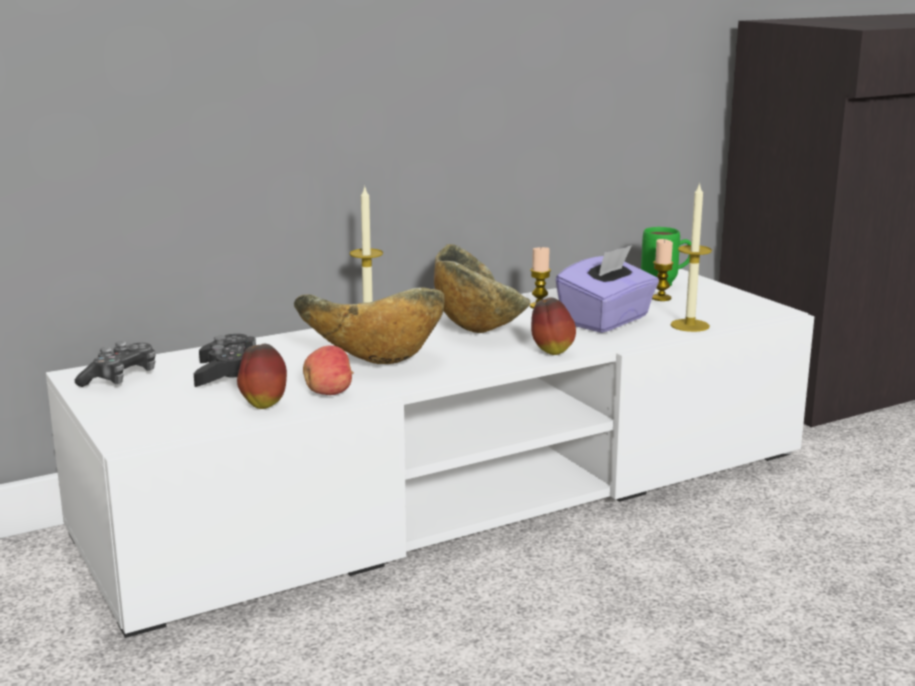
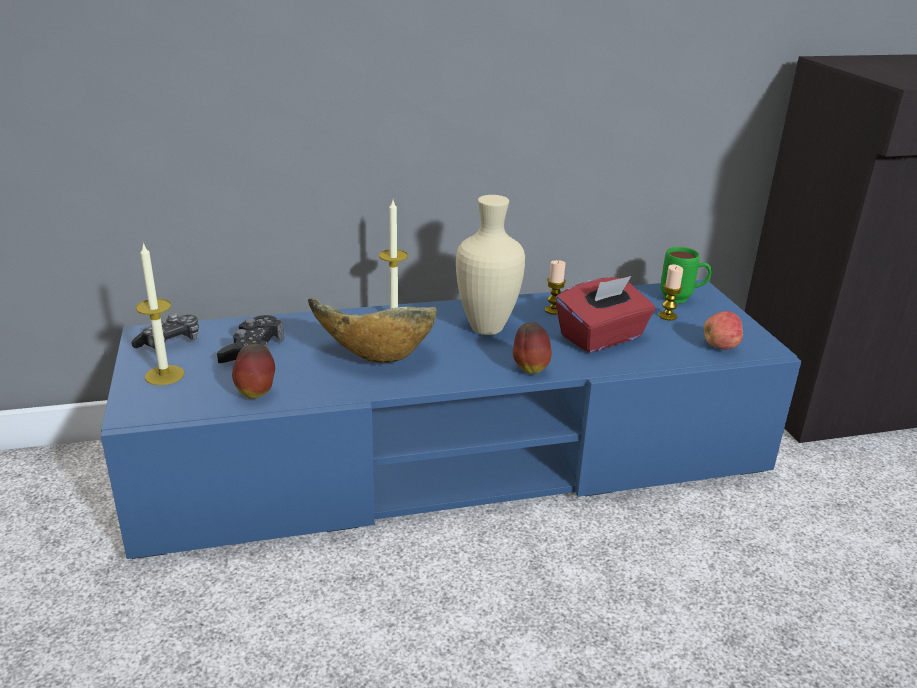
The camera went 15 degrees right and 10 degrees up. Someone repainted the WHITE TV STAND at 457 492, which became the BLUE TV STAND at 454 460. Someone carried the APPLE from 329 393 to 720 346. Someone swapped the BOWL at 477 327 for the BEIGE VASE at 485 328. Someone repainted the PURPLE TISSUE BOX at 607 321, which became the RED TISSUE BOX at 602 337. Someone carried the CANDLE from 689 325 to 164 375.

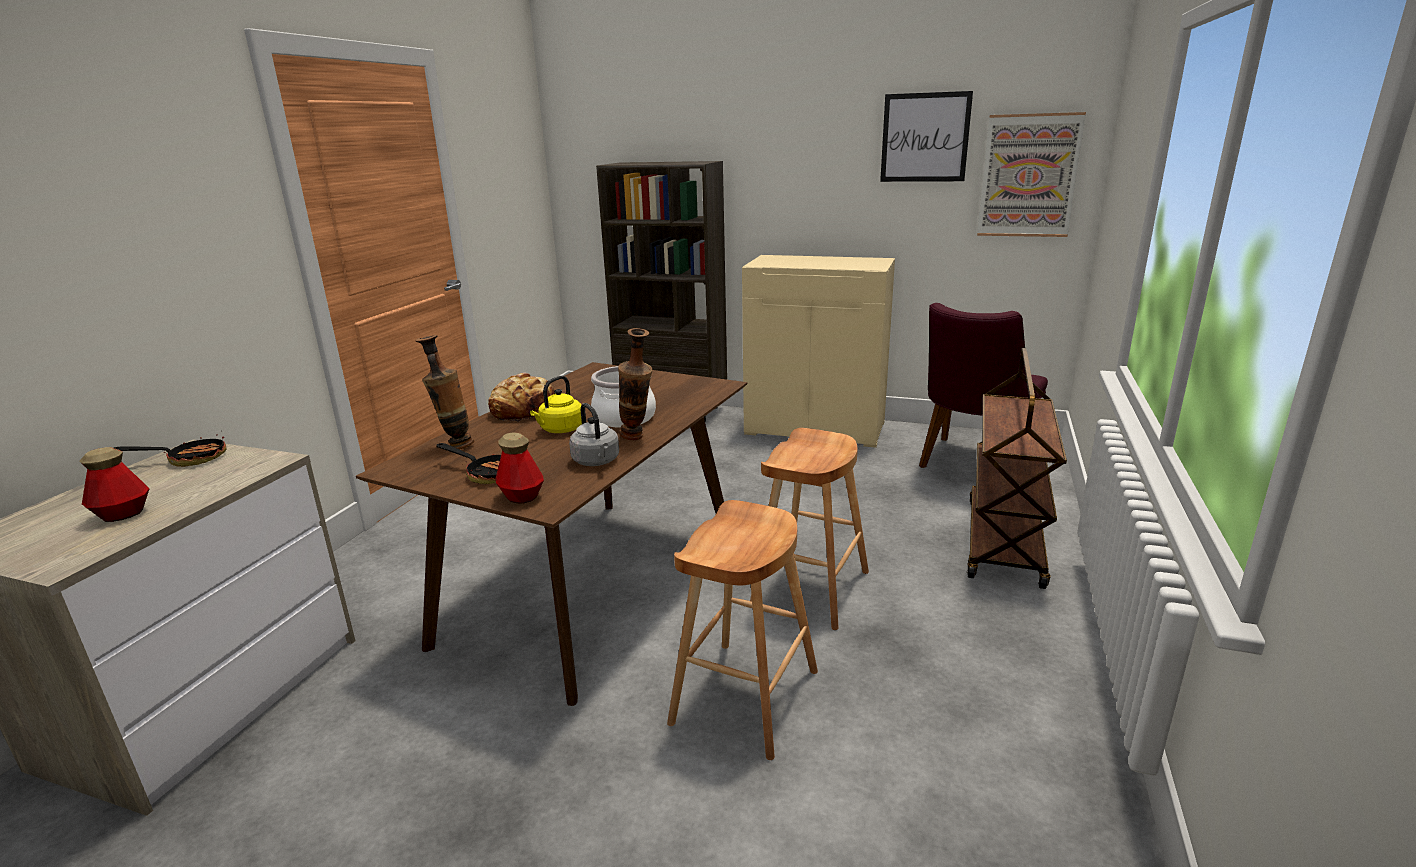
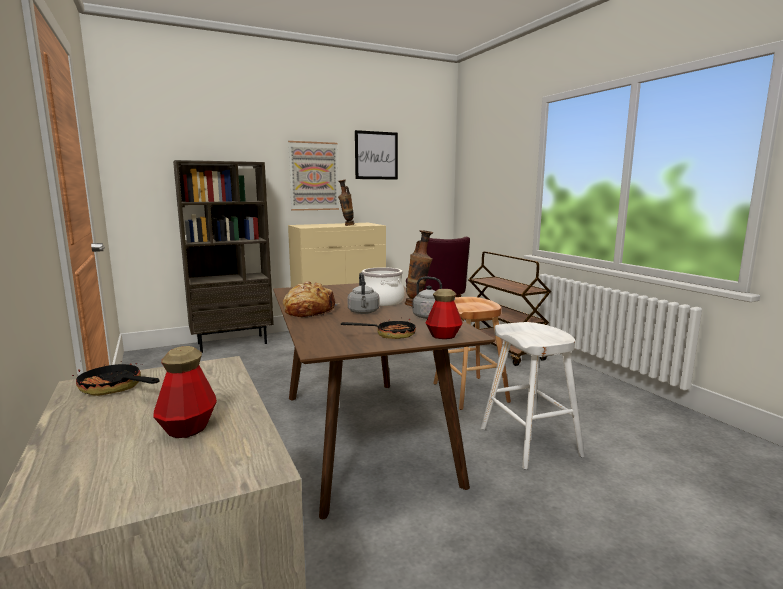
The camera went 45 degrees left and 10 degrees down. Someone rotated the FRYING PAN at 189 459 by 90 degrees counterclockwise. Someone carried the VASE from 454 446 to 346 225. Someone repainted the YELLOW KETTLE at 560 430, which became the GREY KETTLE at 363 312. Someone repainted the BROWN STOOL at 745 696, which became the WHITE STOOL at 529 441. Someone carried the PICTURE from 1028 176 to 314 176.

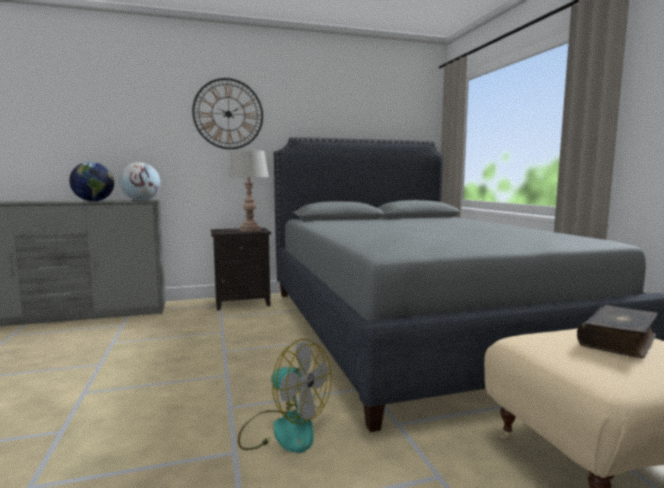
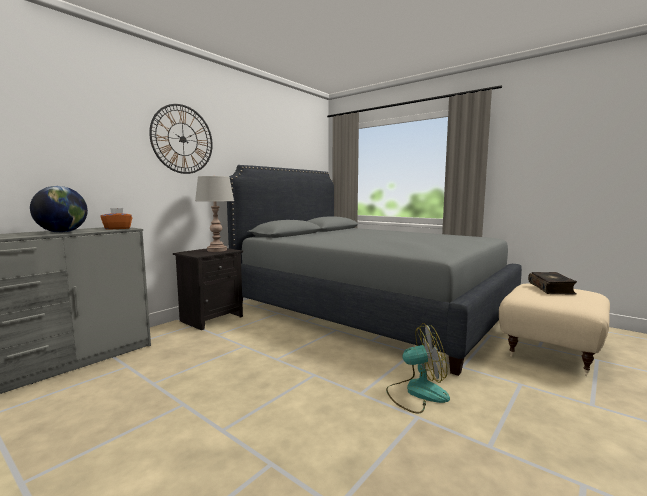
The camera went 35 degrees left and 0 degrees up. Someone swapped the GLOBE at 141 200 for the ORANGE TISSUE BOX at 118 228.

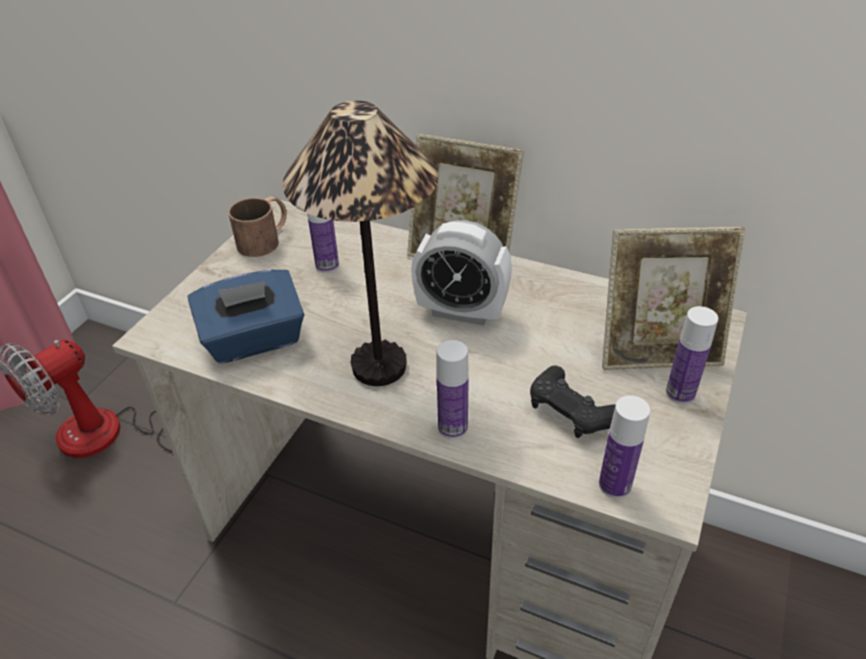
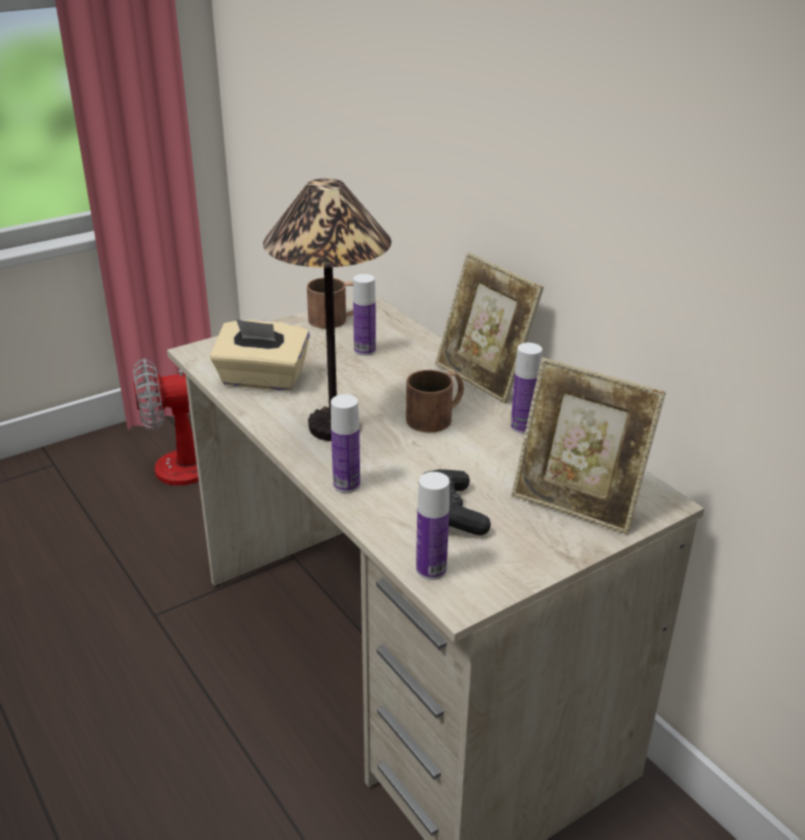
The camera went 30 degrees right and 10 degrees down. Someone repainted the BLUE TISSUE BOX at 254 340, which became the BEIGE TISSUE BOX at 262 379. Someone swapped the ALARM CLOCK at 461 312 for the BROWN MUG at 437 416. Someone carried the BOTTLE from 680 393 to 522 427.

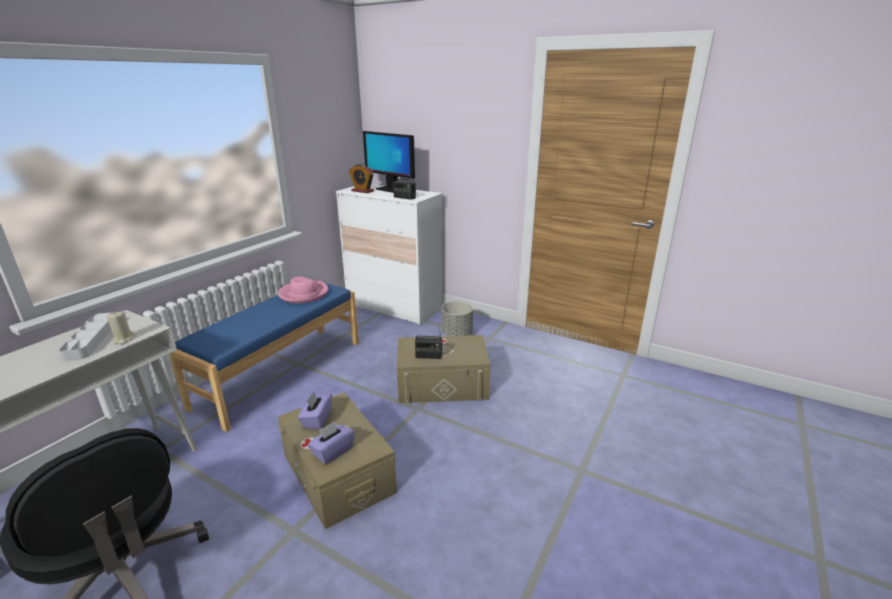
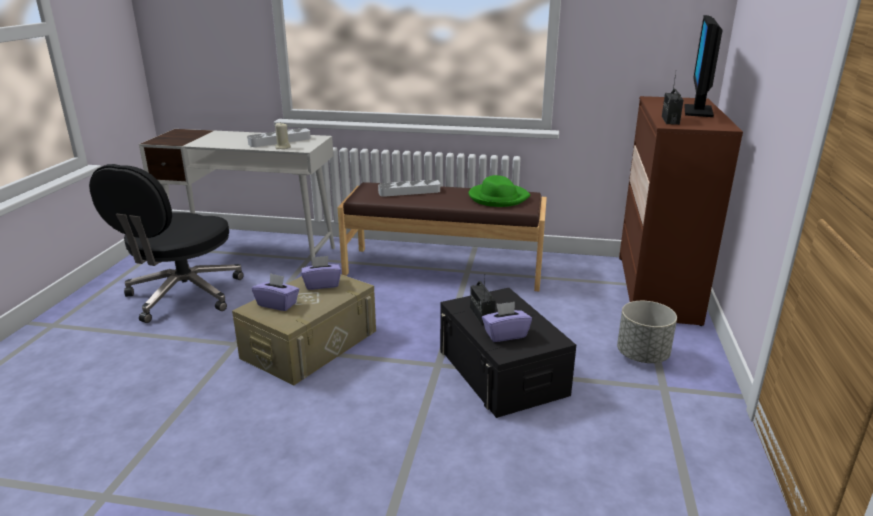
The camera went 70 degrees right and 0 degrees up. Someone repainted the BLUE BENCH at 280 373, which became the BROWN BENCH at 444 268. Someone repainted the PINK HAT at 303 294, which became the GREEN HAT at 498 197. Someone repainted the WHITE DRESSER at 394 307, which became the BROWN DRESSER at 656 289. Someone took away the ALARM CLOCK at 362 191. Someone repainted the BEIGE STORAGE BOX at 442 384, which became the BLACK STORAGE BOX at 502 371. Someone put down the GREY TRAY at 409 191. Someone put down the PURPLE TISSUE BOX at 505 334.

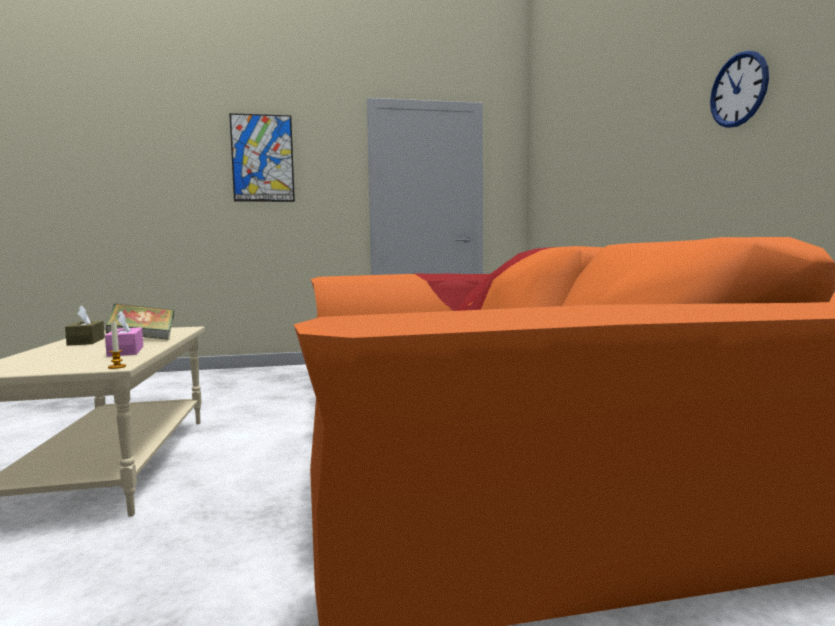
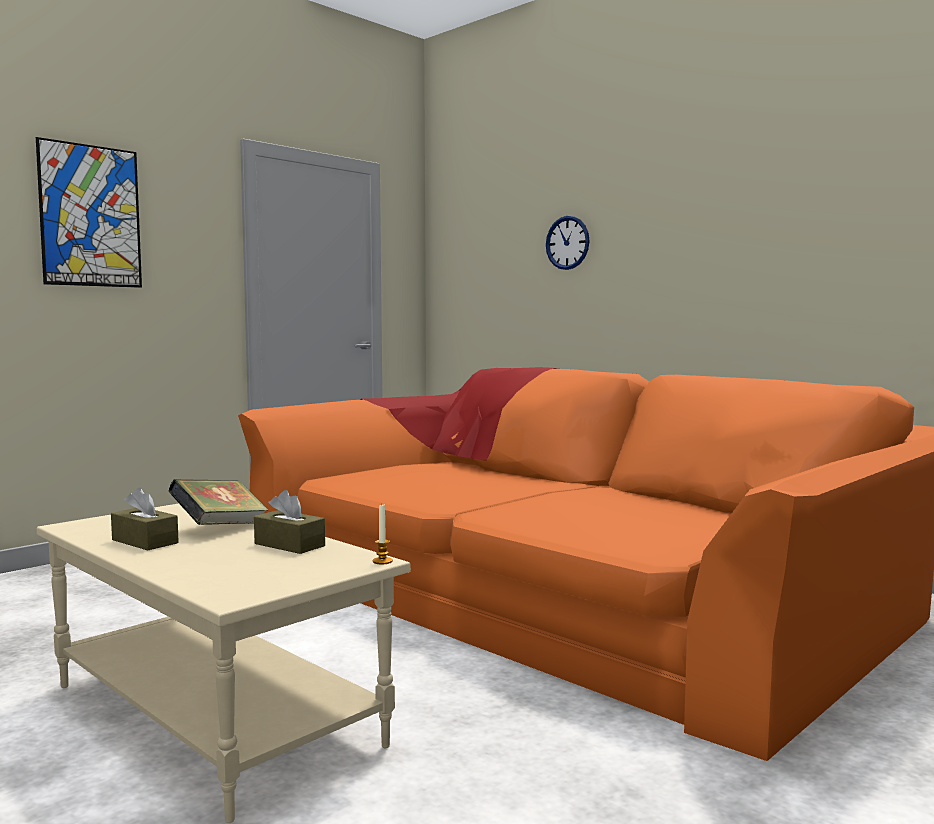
The camera went 35 degrees left and 0 degrees up. Someone repainted the PINK TISSUE BOX at 126 351, which became the BROWN TISSUE BOX at 289 545. Someone carried the WALL CLOCK from 738 90 to 567 243.

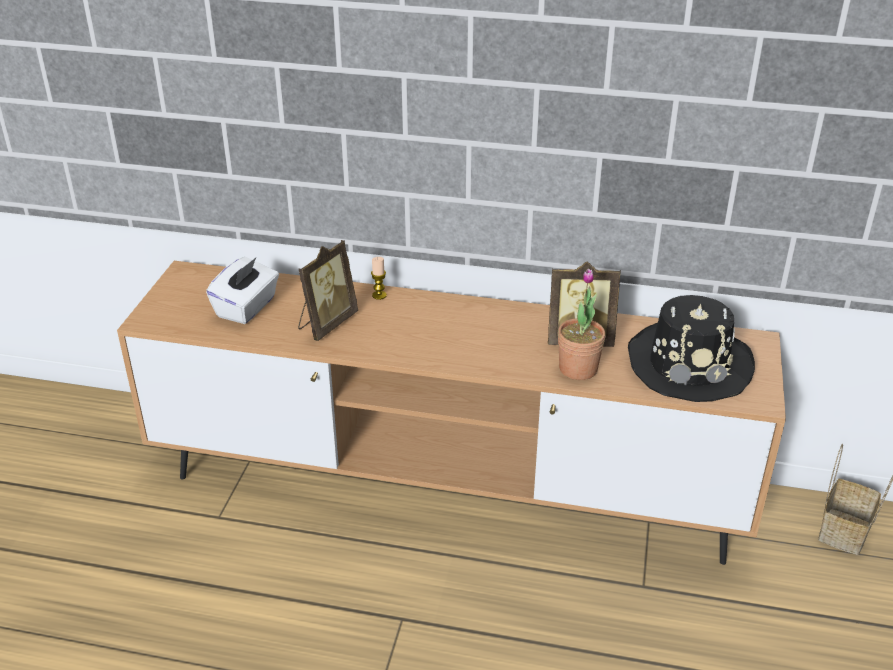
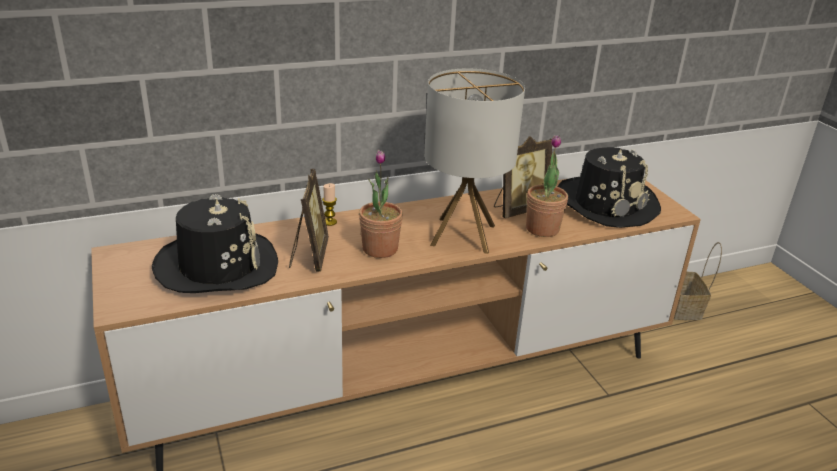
The camera went 35 degrees left and 5 degrees down. Someone swapped the WHITE TISSUE BOX at 247 307 for the BLACK HAT at 217 265. Someone put down the POTTED PLANT at 380 249. Someone put down the TABLE LAMP at 462 235.

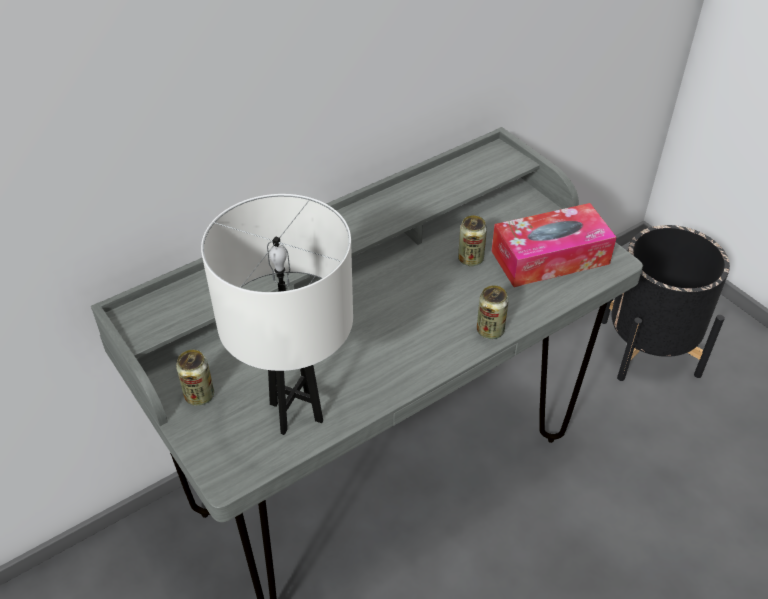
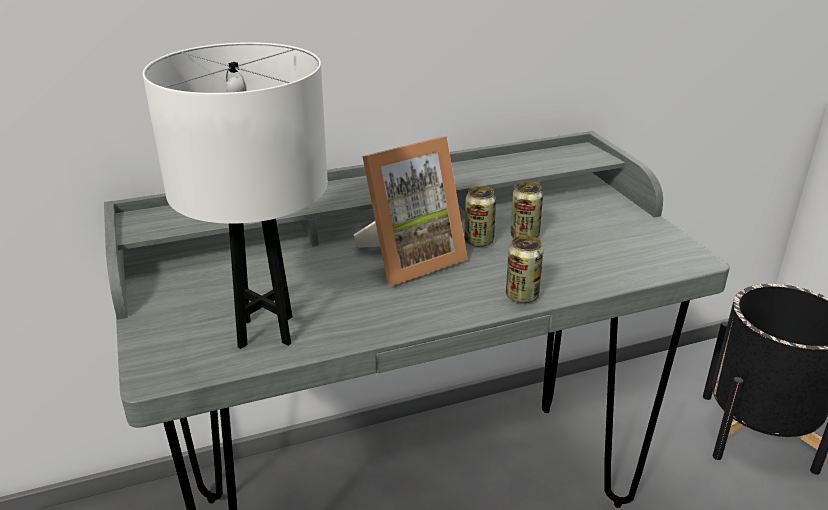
The camera went 15 degrees right and 15 degrees down. Someone carried the CAN from 199 395 to 478 241. Someone took away the TISSUE BOX at 550 257. Someone put down the PICTURE FRAME at 409 258.

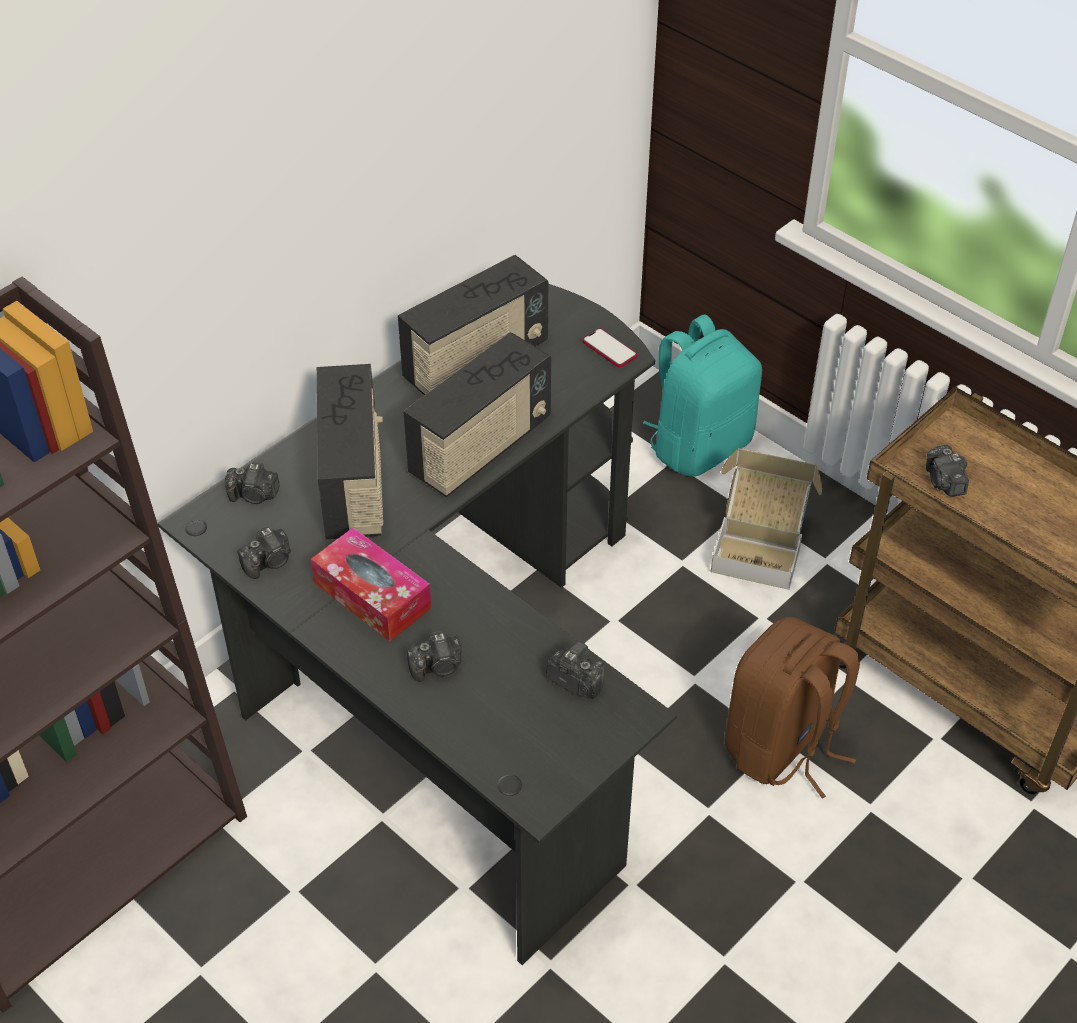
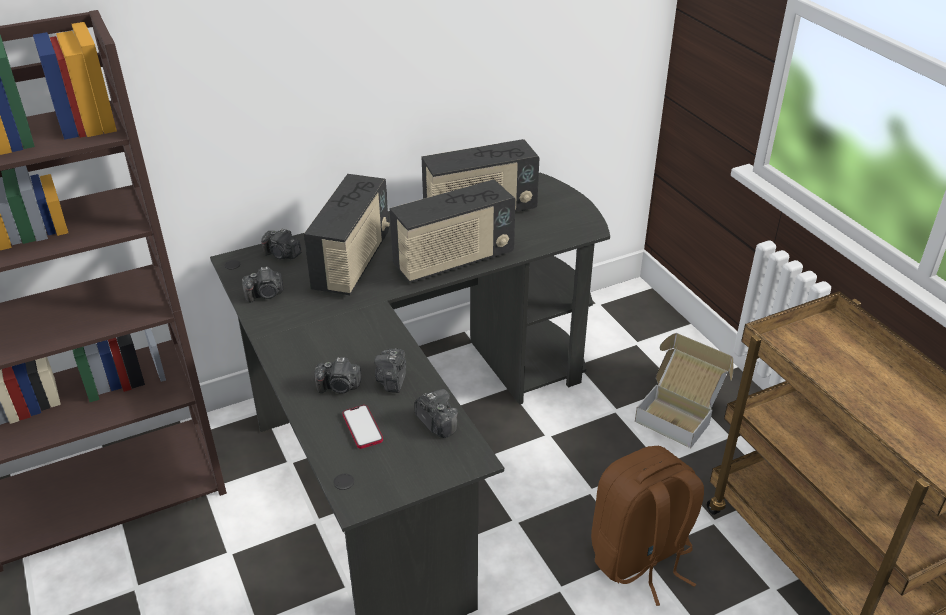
The camera went 20 degrees right and 10 degrees down. Someone took away the TISSUE BOX at 372 595. Someone carried the PHONE from 609 349 to 362 428. Someone took away the TURQUOISE BACKPACK at 699 445. Someone carried the PHOTO CAMERA from 944 482 to 392 380.

